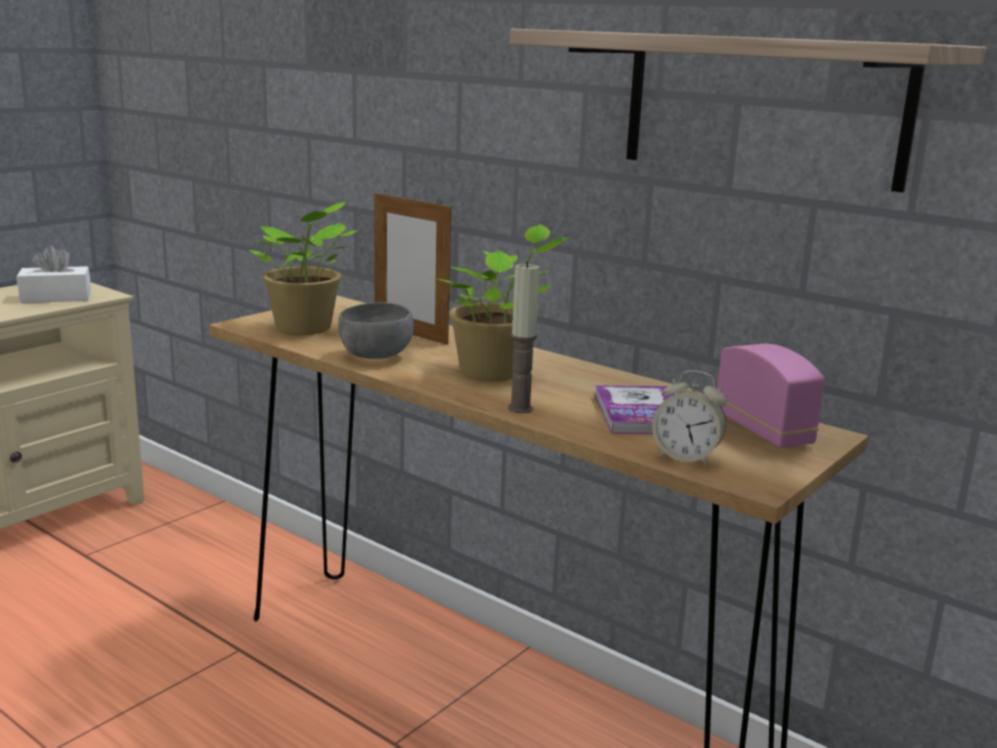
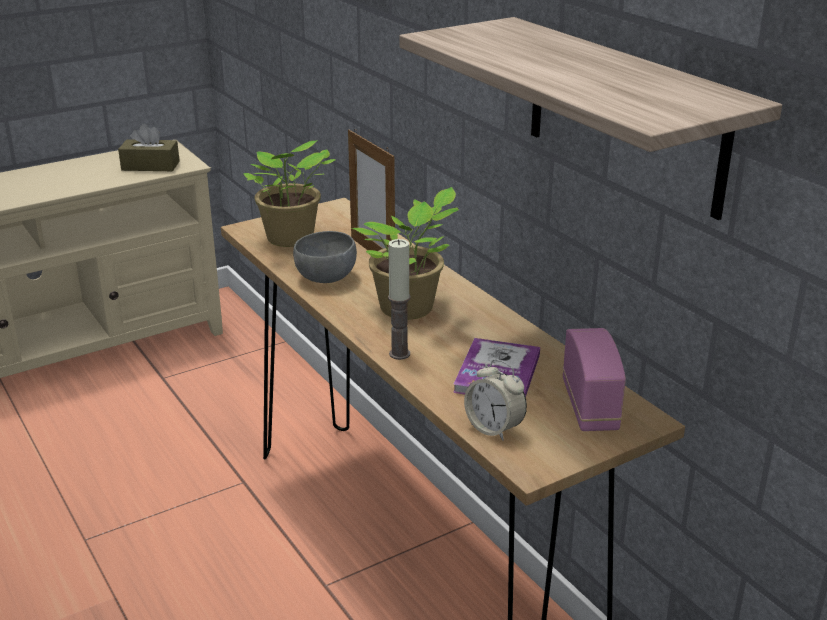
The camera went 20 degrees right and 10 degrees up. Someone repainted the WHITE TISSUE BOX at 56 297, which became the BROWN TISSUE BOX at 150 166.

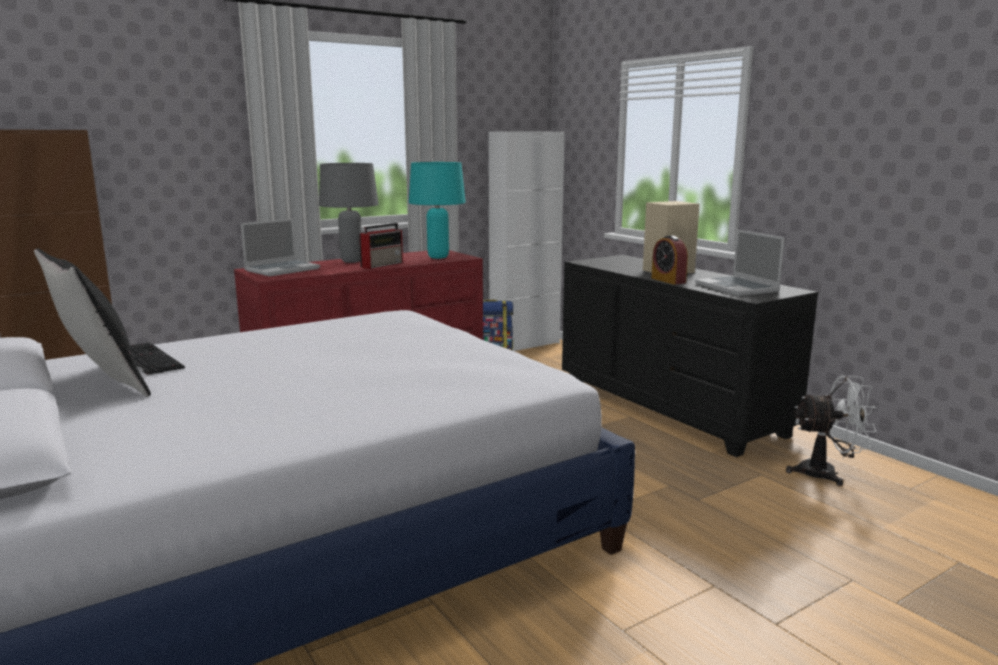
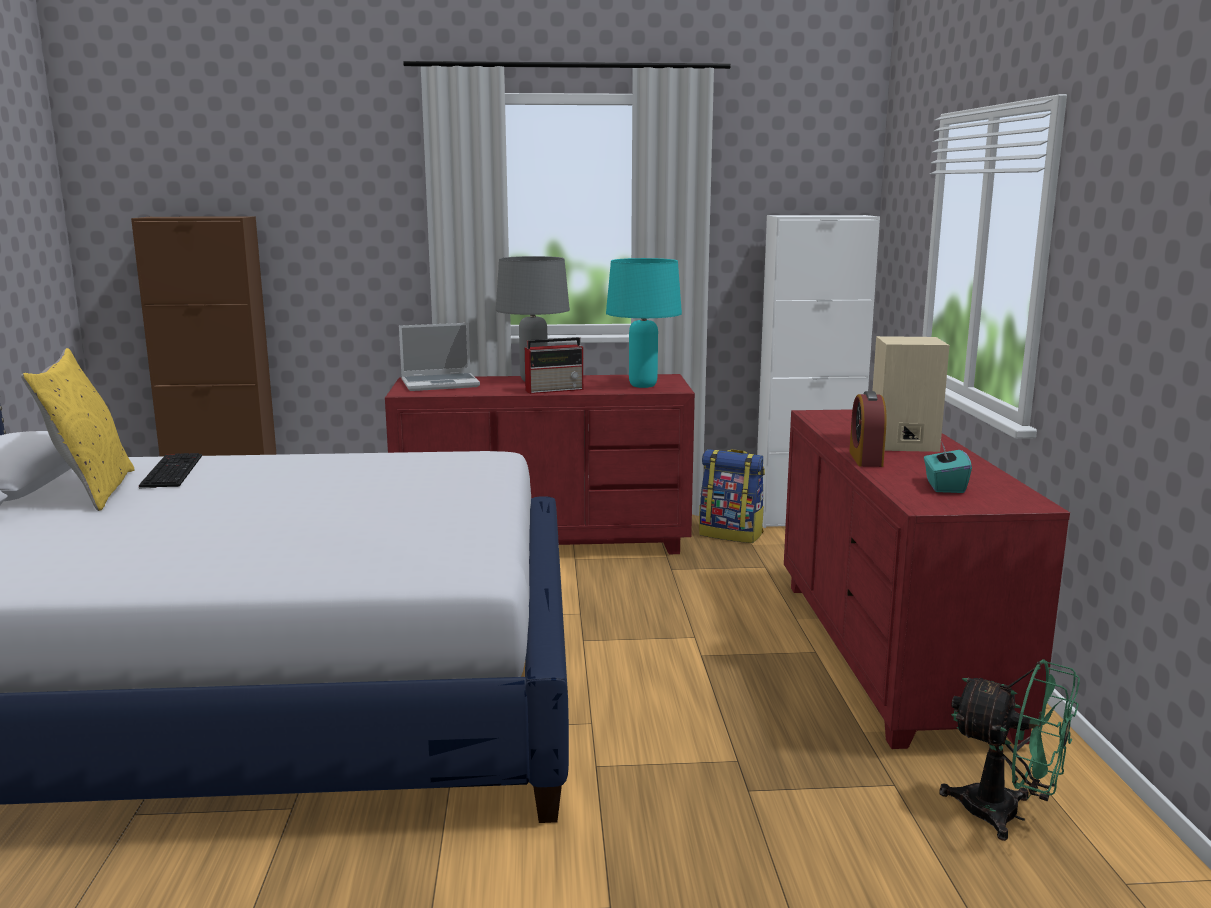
The camera went 30 degrees right and 0 degrees up. Someone repainted the BLACK PILLOW at 101 384, which became the YELLOW PILLOW at 91 491. Someone repainted the BLACK DRESSER at 669 408, which became the RED DRESSER at 889 653. Someone swapped the LAPTOP at 738 288 for the TURQUOISE TISSUE BOX at 944 486. Someone repainted the WHITE FAN at 827 473, which became the GREEN FAN at 1006 815.

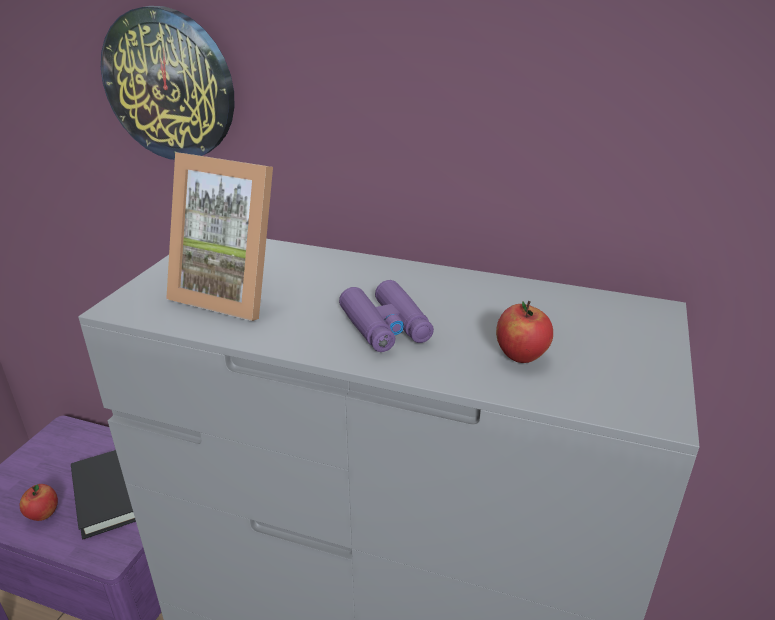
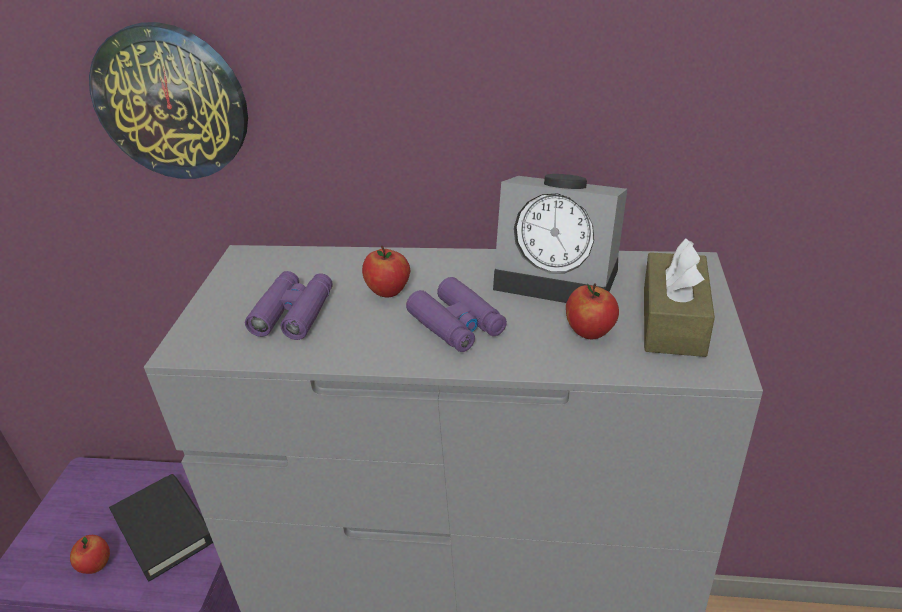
The camera went 10 degrees left and 5 degrees up. Someone swapped the PICTURE FRAME at 234 293 for the PURPLE BINOCULARS at 294 313. Someone put down the APPLE at 388 291. Someone put down the ALARM CLOCK at 561 276. Someone put down the BROWN TISSUE BOX at 673 321.

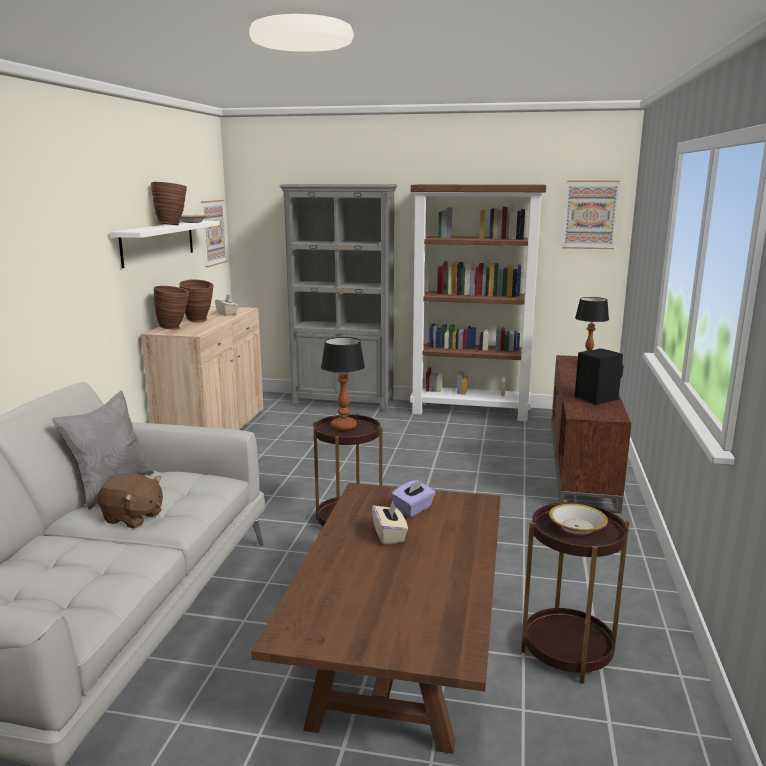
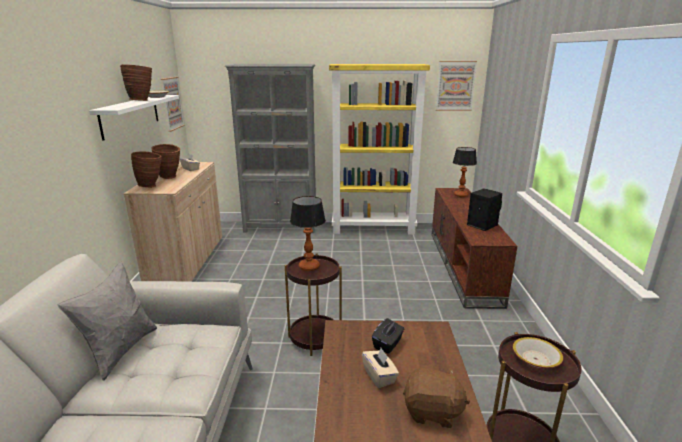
The camera went 10 degrees left and 5 degrees up. Someone carried the BROWN PLUSH TOY from 133 518 to 432 412. Someone repainted the PURPLE TISSUE BOX at 413 509, which became the BLACK TISSUE BOX at 388 344. Someone repainted the BROWN BOOKCASE at 471 411, which became the YELLOW BOOKCASE at 374 228.

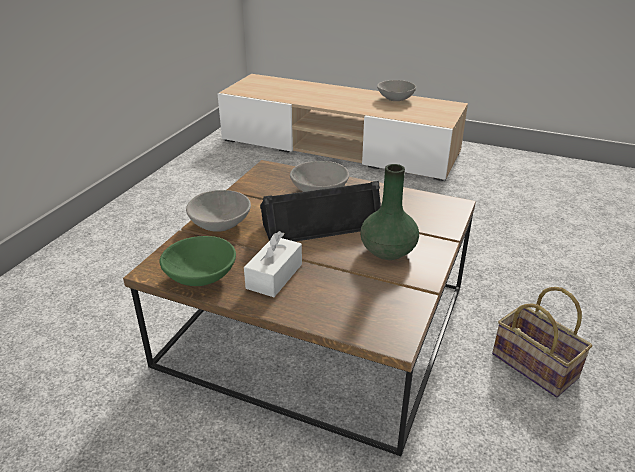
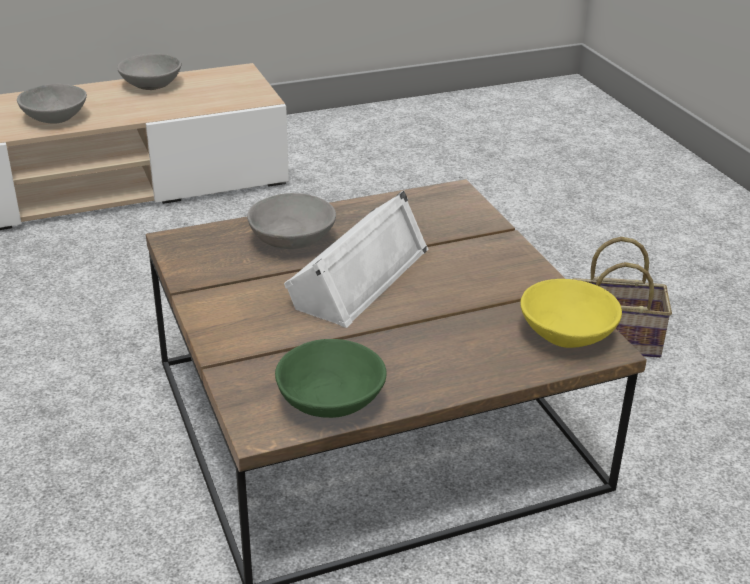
The camera went 45 degrees left and 0 degrees up. Someone carried the GREY BOWL from 221 224 to 55 118. Someone took away the WHITE TISSUE BOX at 274 276. Someone repainted the BLACK SPEAKER at 321 223, which became the WHITE SPEAKER at 357 276. Someone took away the GREEN VASE at 387 251. Someone put down the YELLOW BOWL at 566 335.

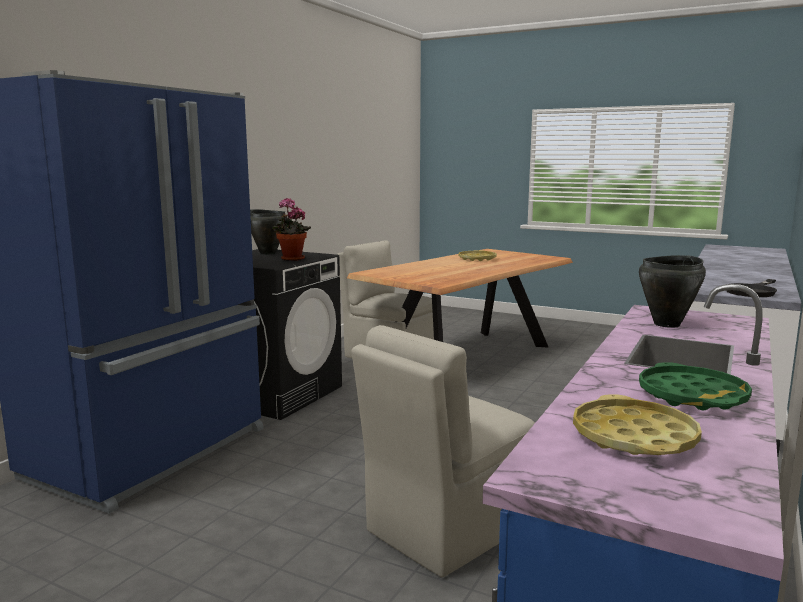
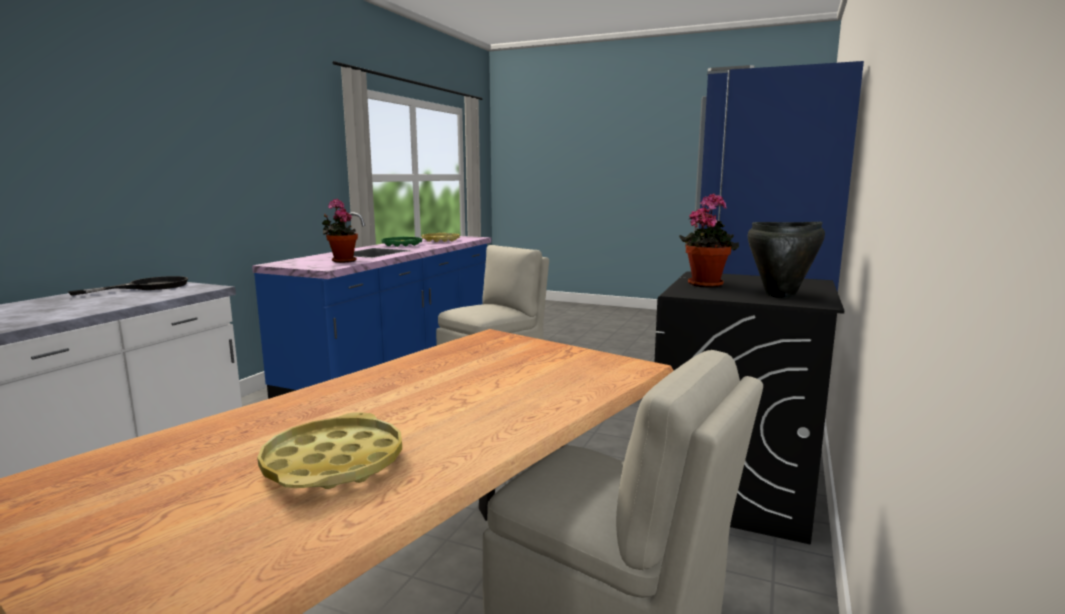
The camera went 175 degrees right and 0 degrees up. Someone swapped the BLACK COOKING POT at 667 324 for the POTTED PLANT at 342 261.

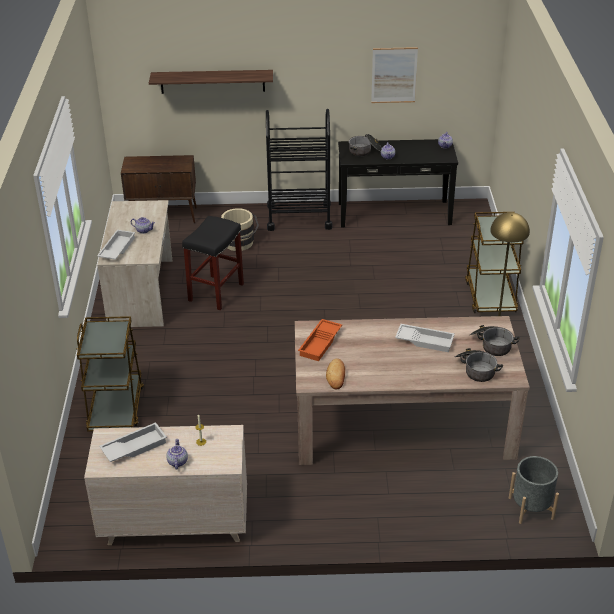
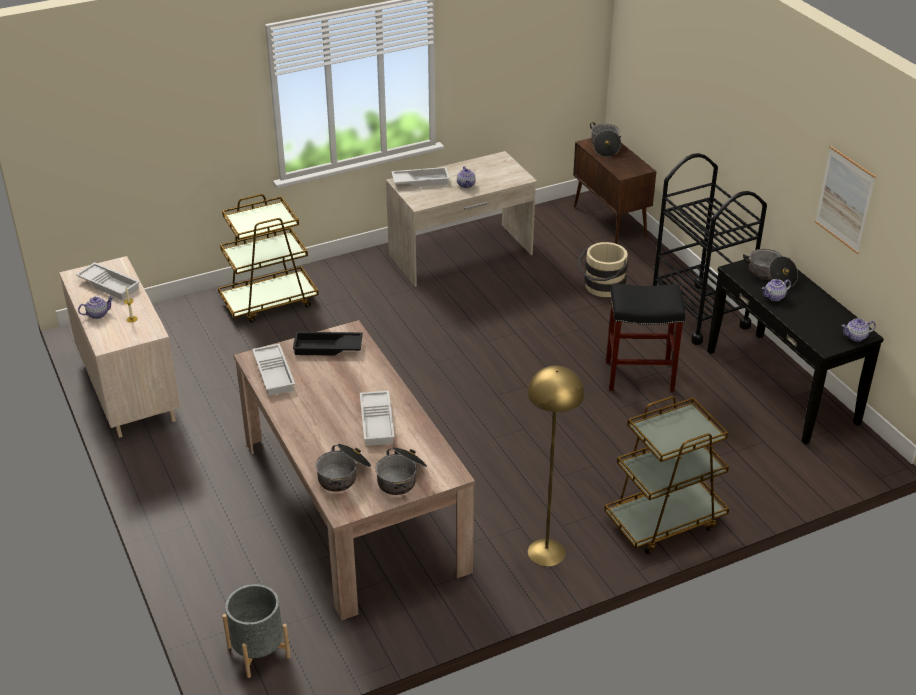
The camera went 65 degrees right and 0 degrees up. Someone took away the SHELF at 212 81. Someone carried the BLACK STOOL from 216 293 to 638 376. Someone repainted the ORANGE TRAY at 321 343, which became the BLACK TRAY at 327 348. Someone swapped the BREAD at 336 376 for the WHITE TRAY at 275 373. Someone put down the COOKING POT at 604 146.

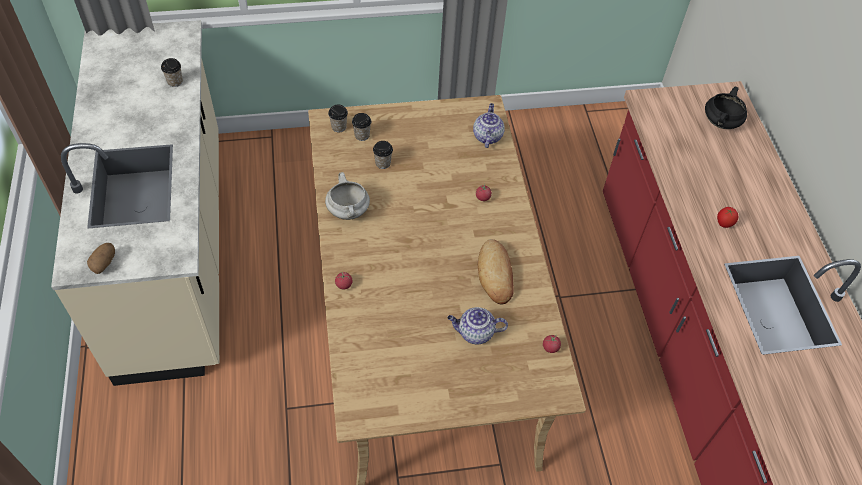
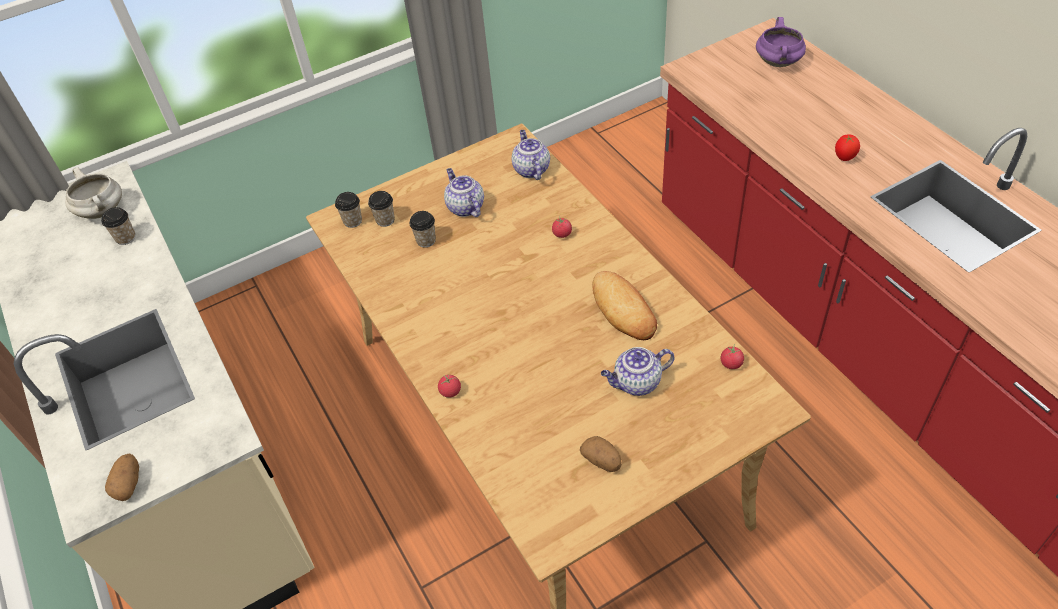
The camera went 15 degrees left and 5 degrees down. Someone carried the WHITE COOKING POT from 349 211 to 103 211. Someone repainted the BLACK COOKING POT at 721 123, which became the PURPLE COOKING POT at 778 63. Someone put down the TEAPOT at 465 207. Someone put down the POTATO at 602 461.

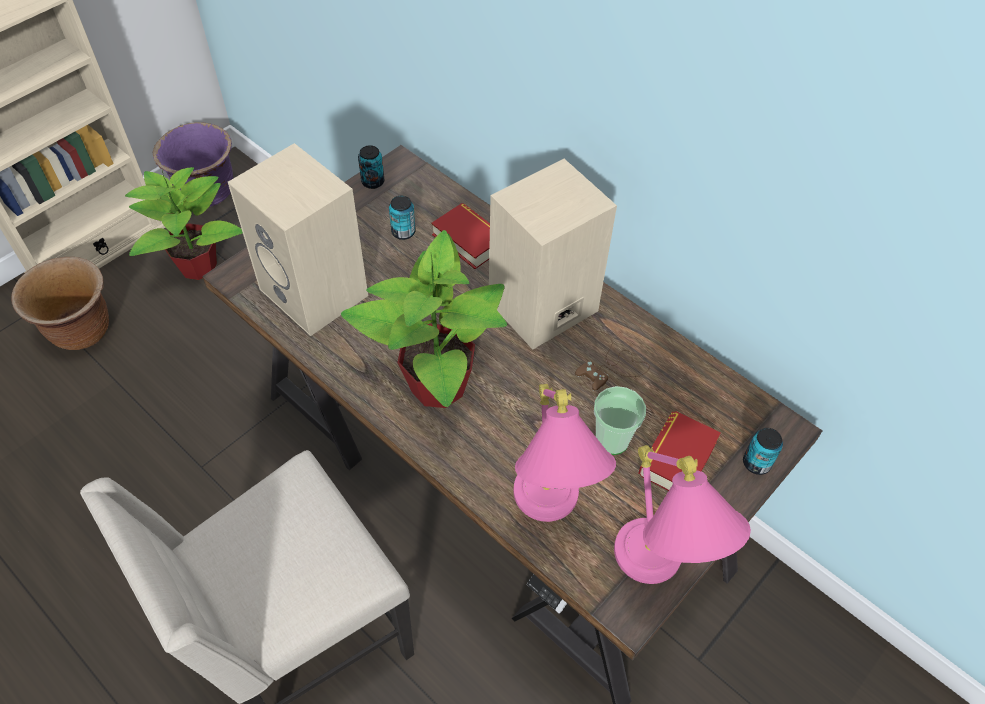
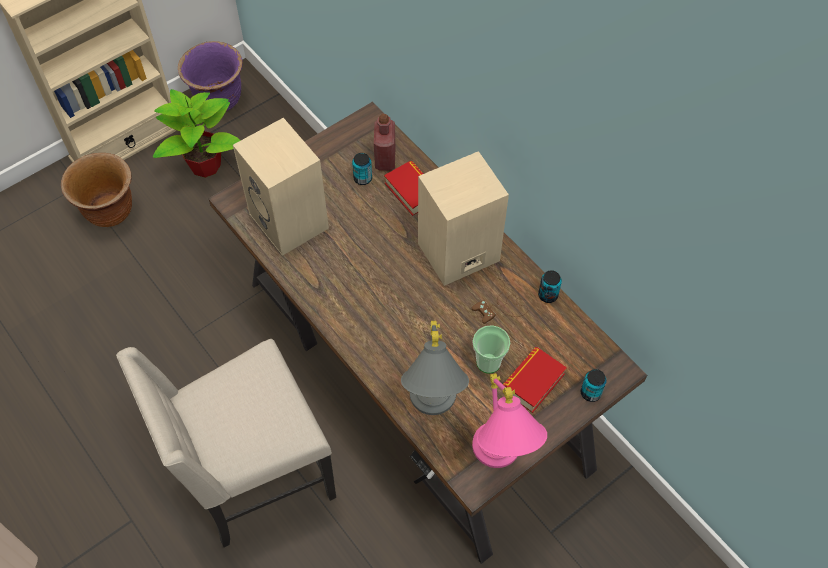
The camera went 10 degrees right and 5 degrees up. Someone took away the POTTED PLANT at 438 384. Someone carried the CAN from 373 182 to 548 295. Someone repainted the PINK TABLE LAMP at 549 514, which became the GREY TABLE LAMP at 432 410. Someone put down the RED BOTTLE at 385 159.

